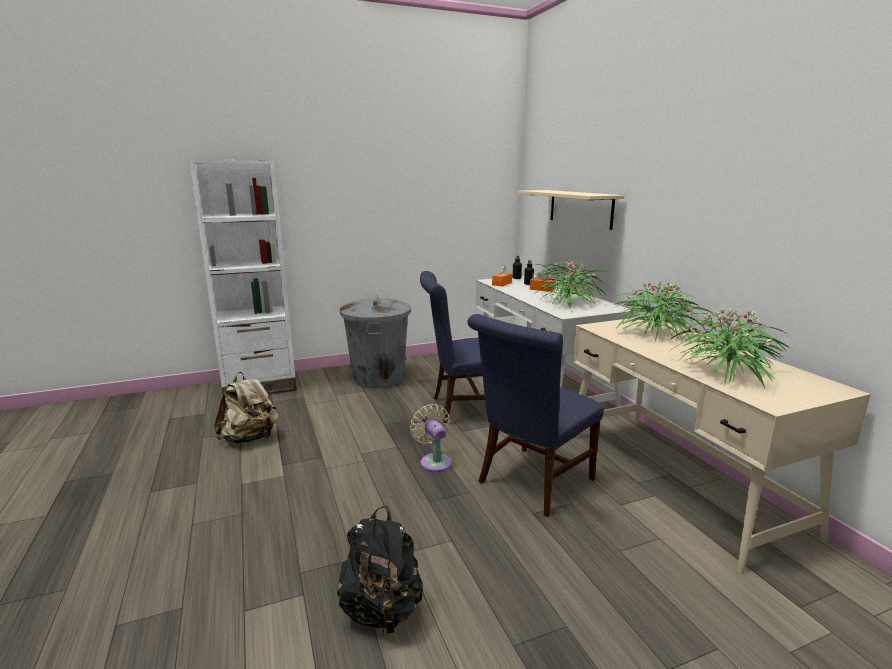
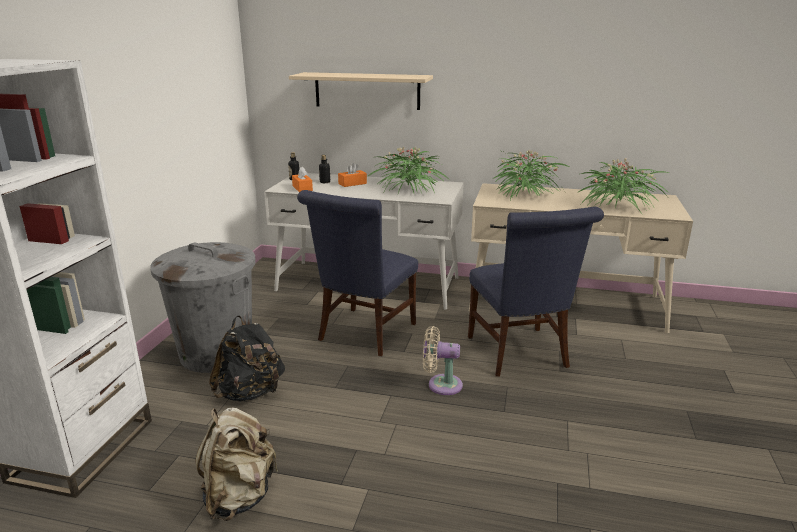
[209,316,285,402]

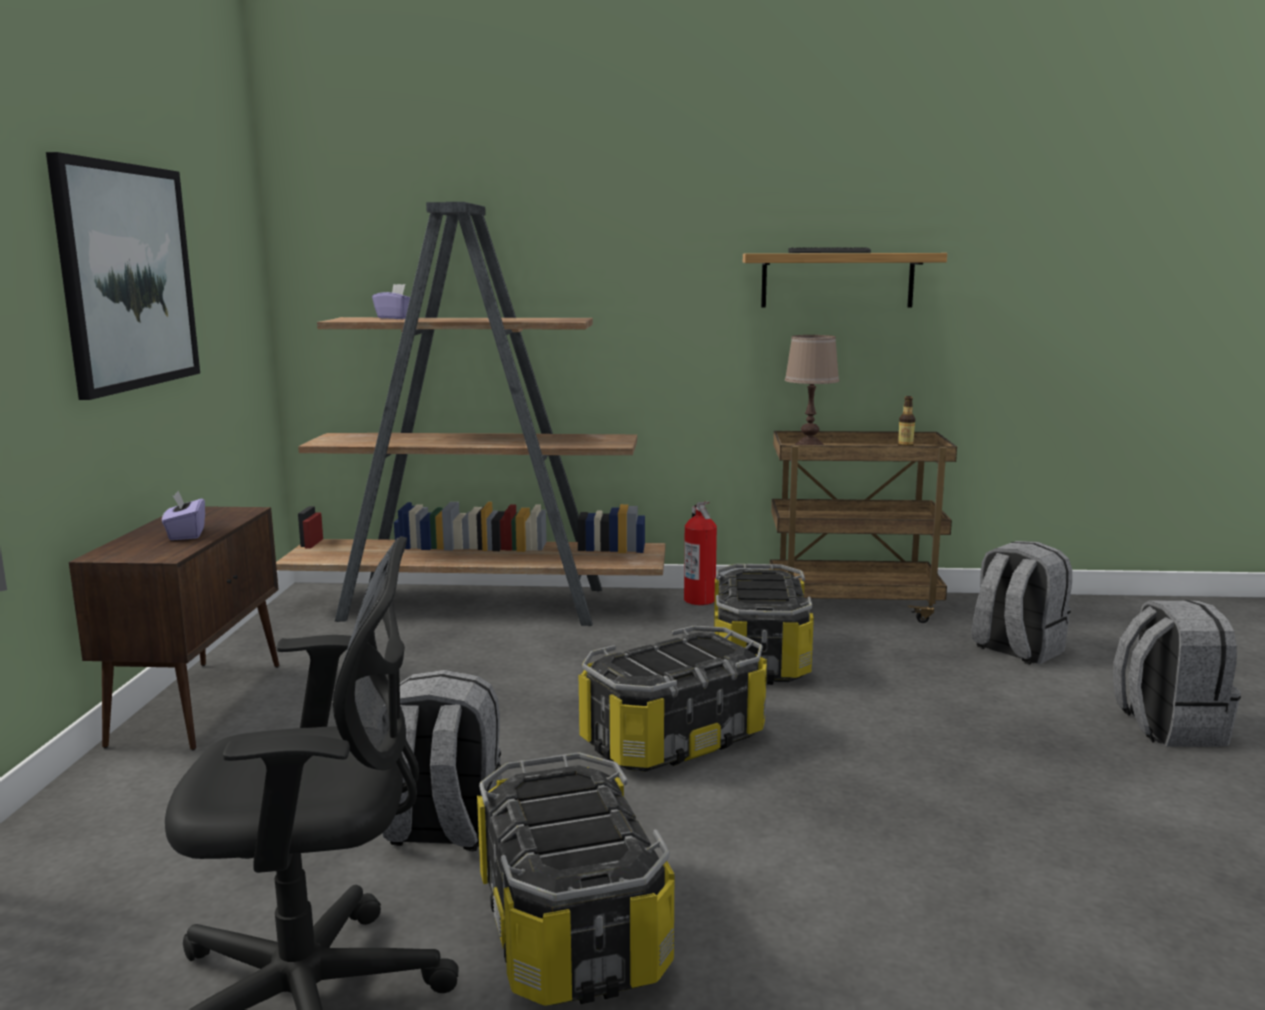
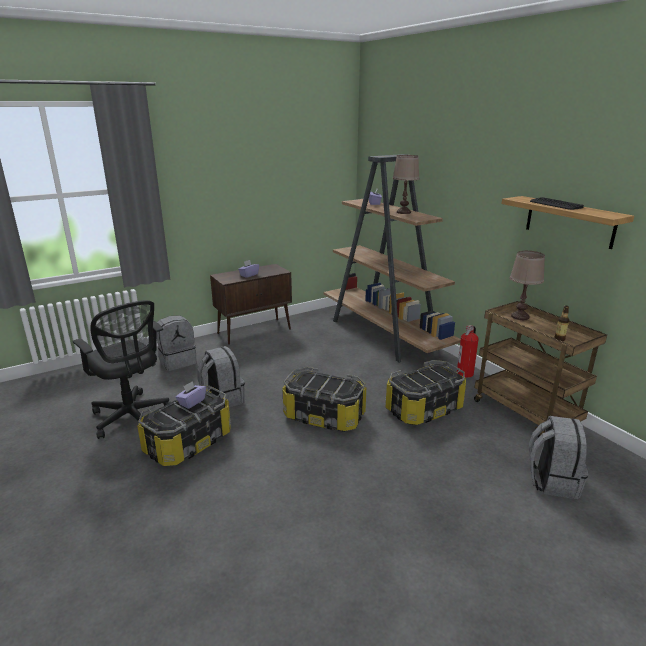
[46,152,200,400] (first image)
[156,315,197,371]
[176,381,206,409]
[393,155,420,214]

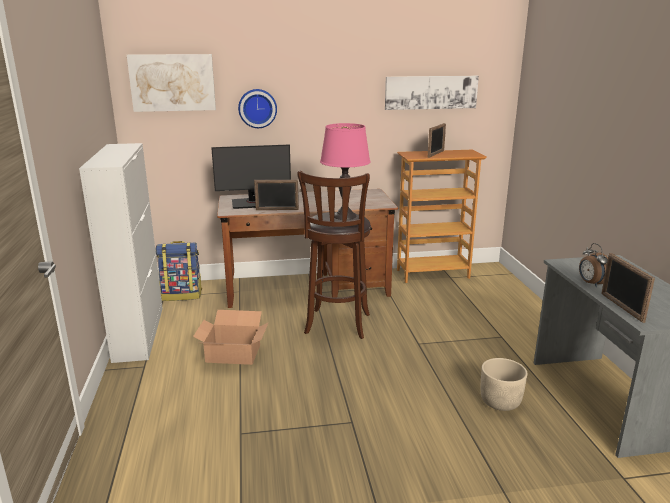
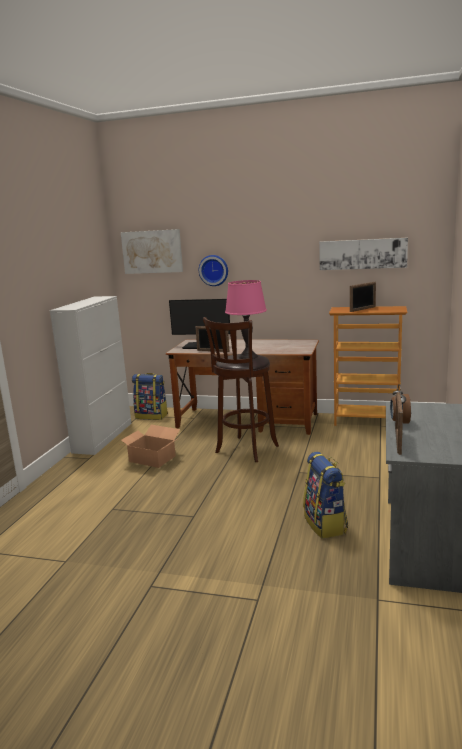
[303,452,348,539]

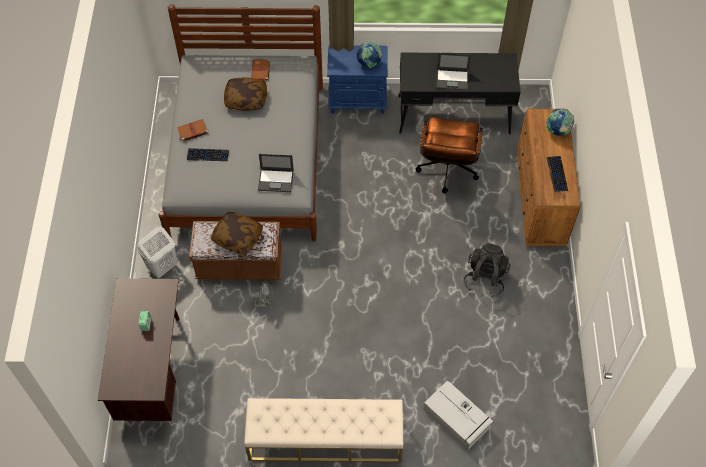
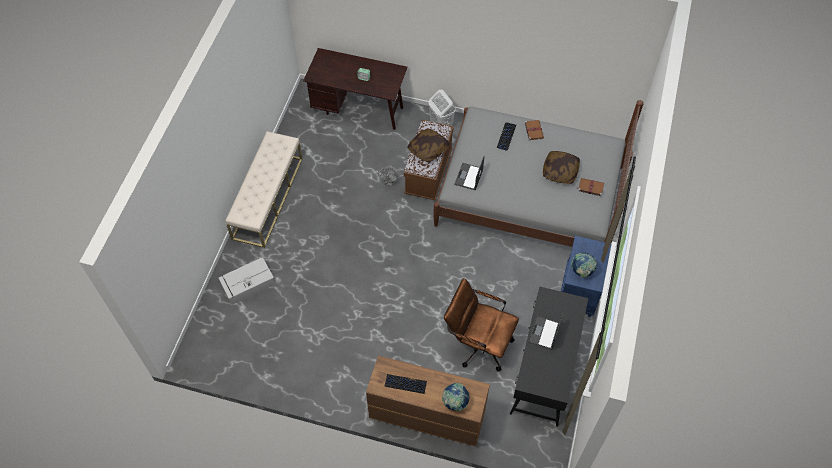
[464,243,510,297] (first image)

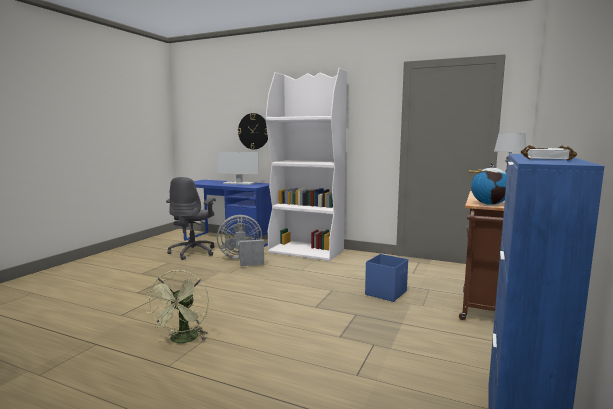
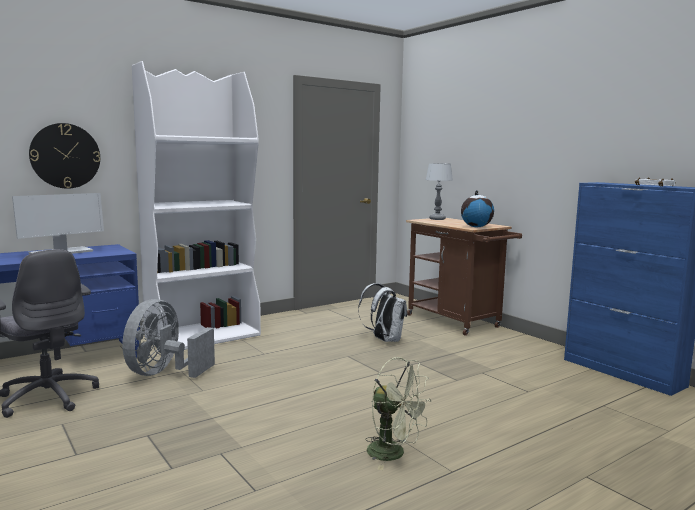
[358,283,407,342]

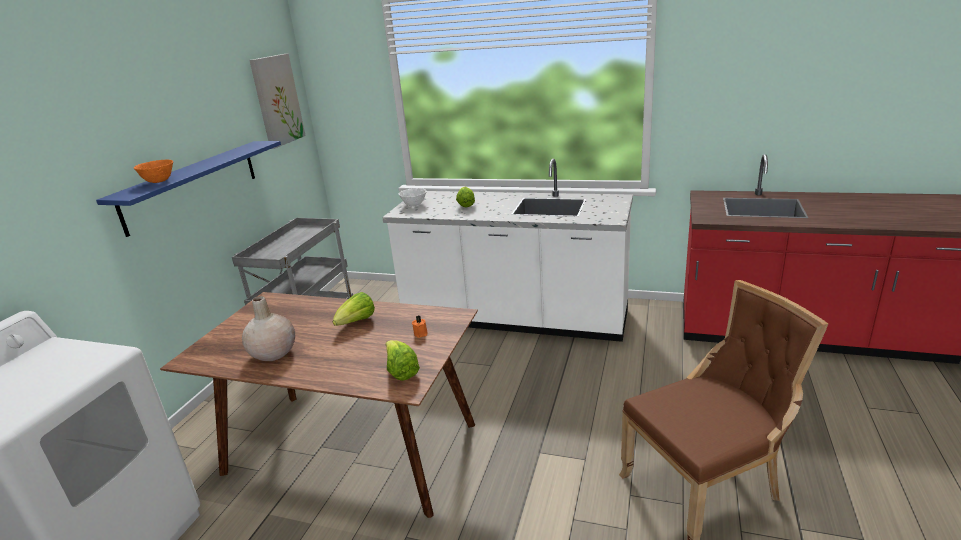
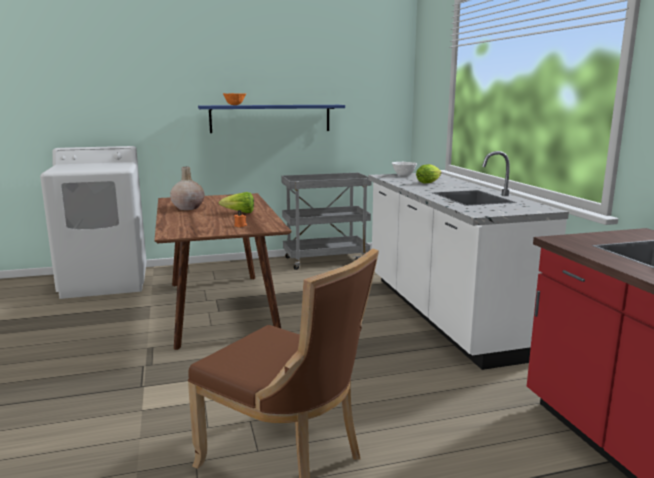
[249,54,306,149] (first image)
[385,340,420,381] (first image)

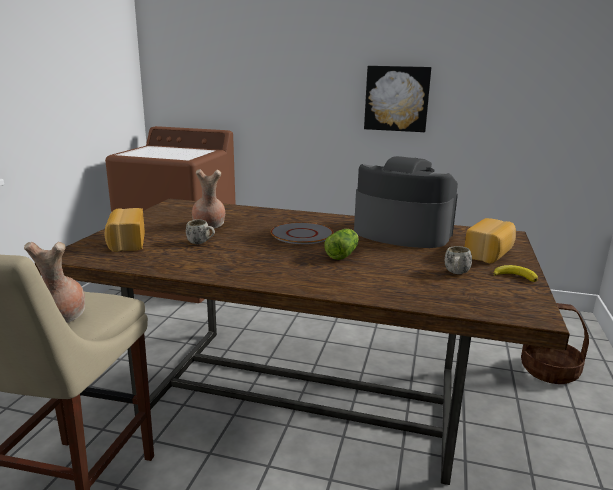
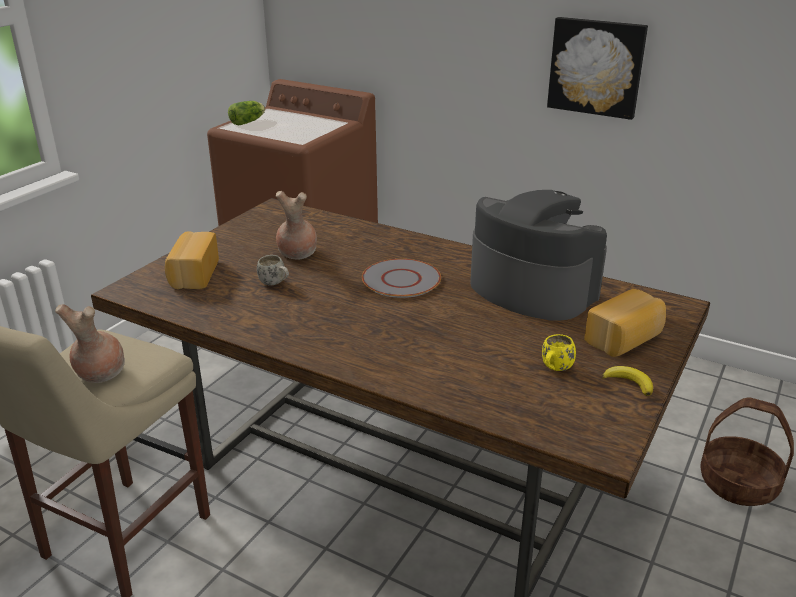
[228,101,265,126]
[542,334,576,371]

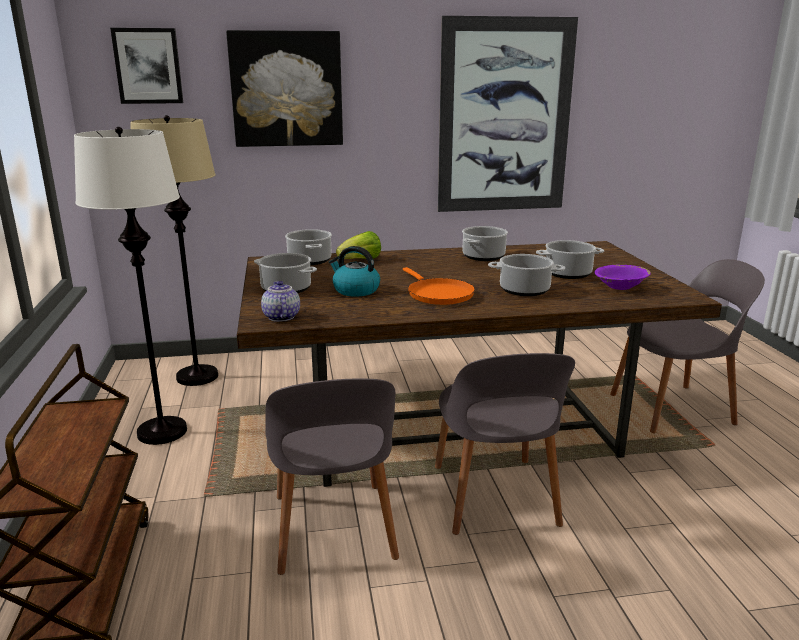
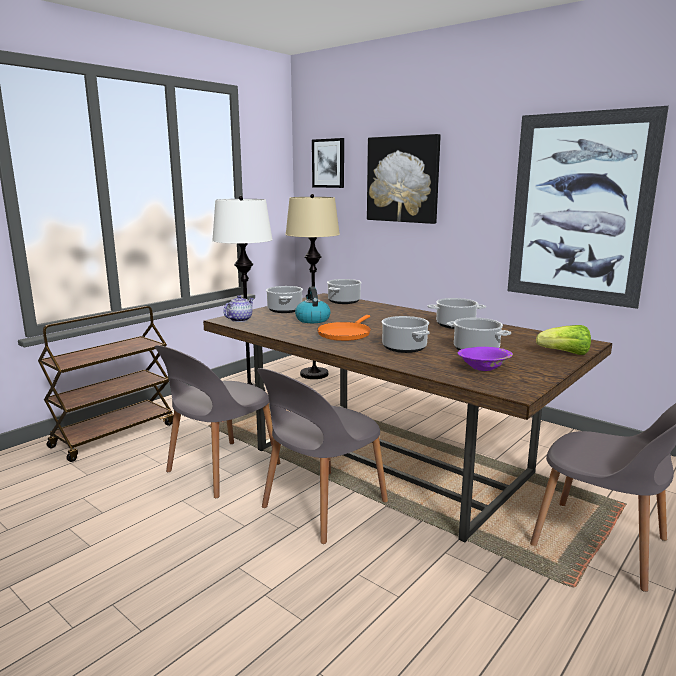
[536,325,591,355]

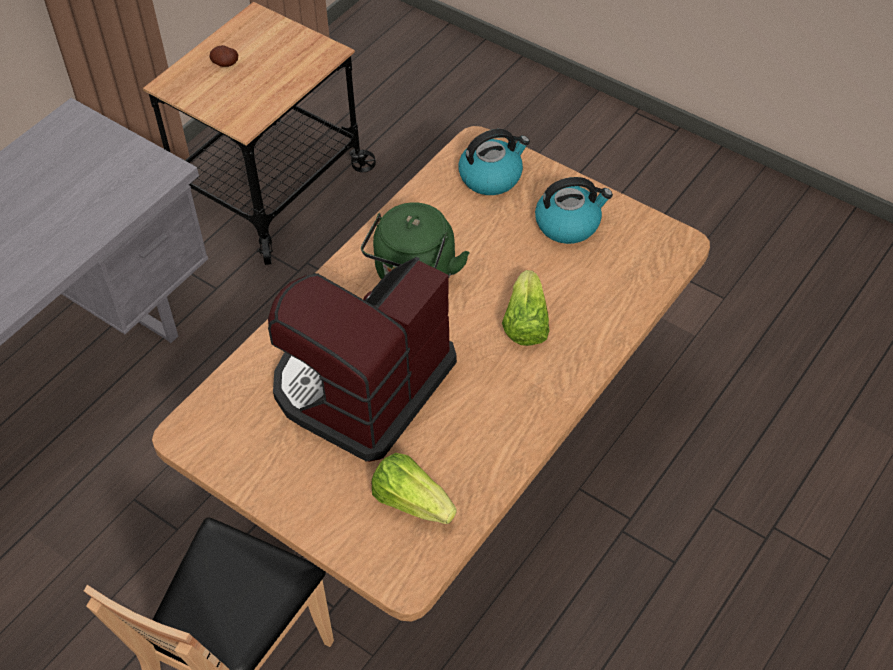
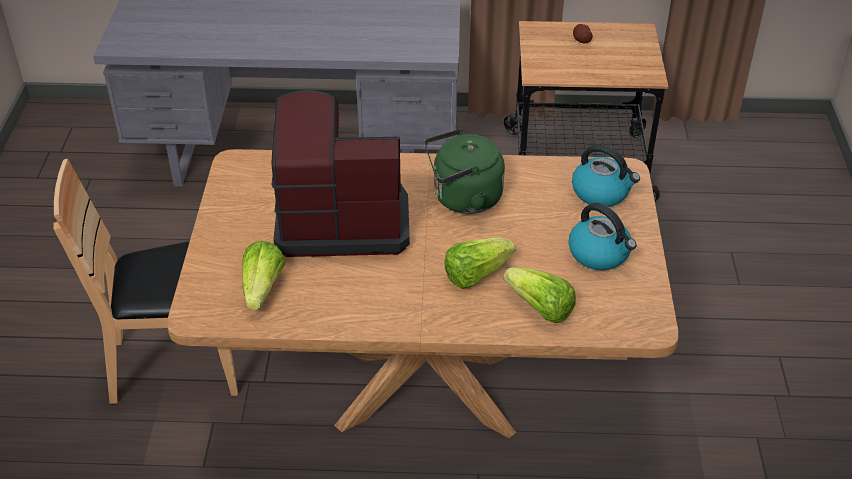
[503,267,576,323]

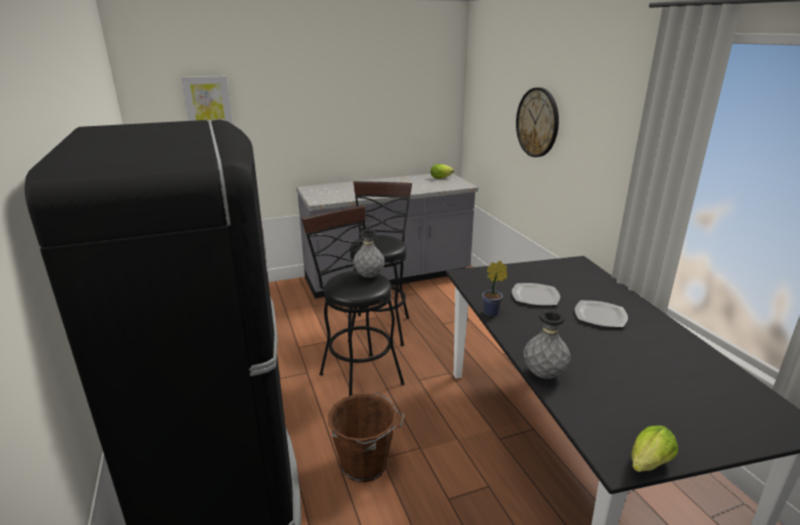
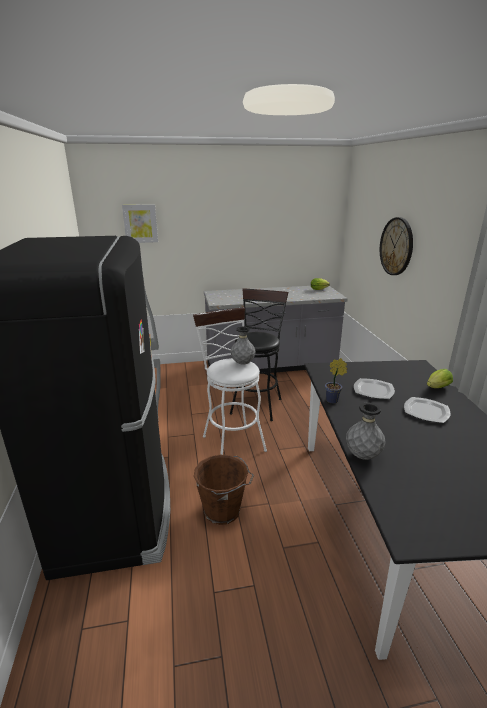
[193,307,267,455]
[427,369,453,388]

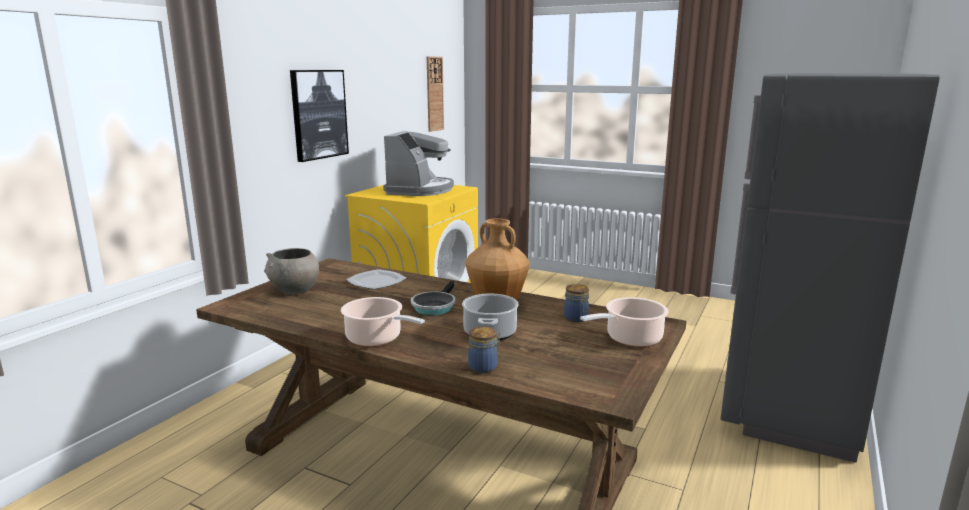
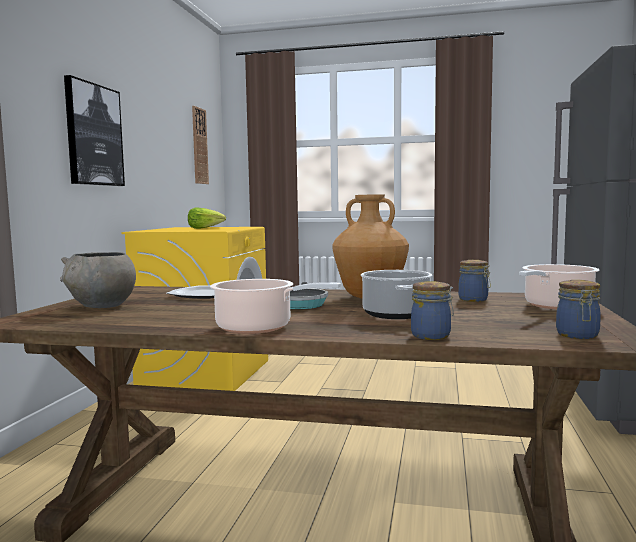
[188,208,226,229]
[556,280,601,339]

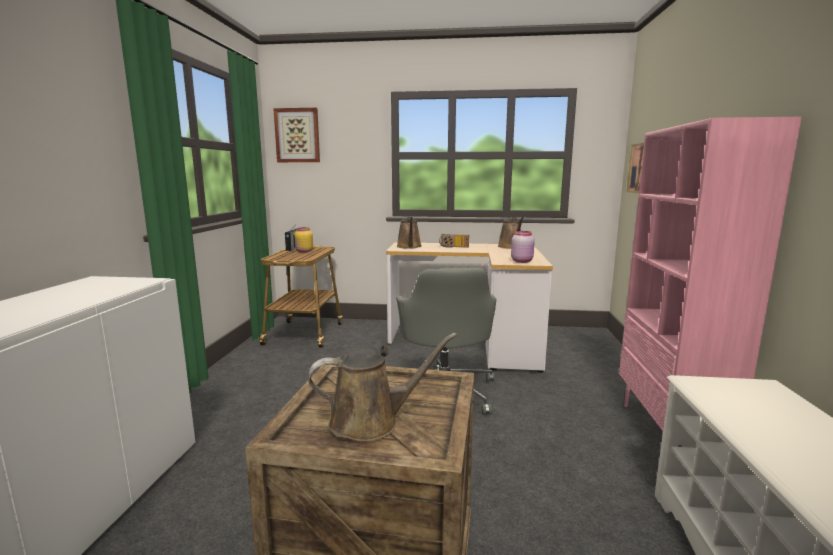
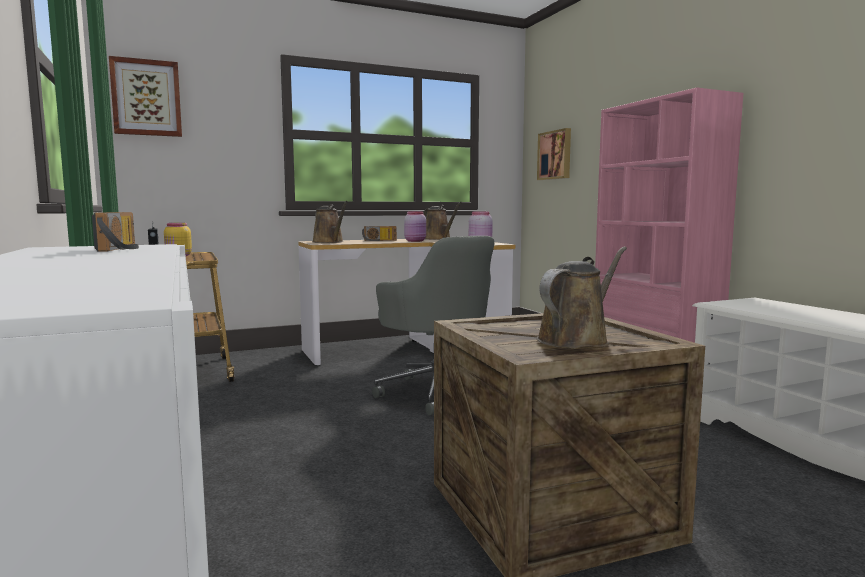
[92,212,139,252]
[404,211,426,242]

